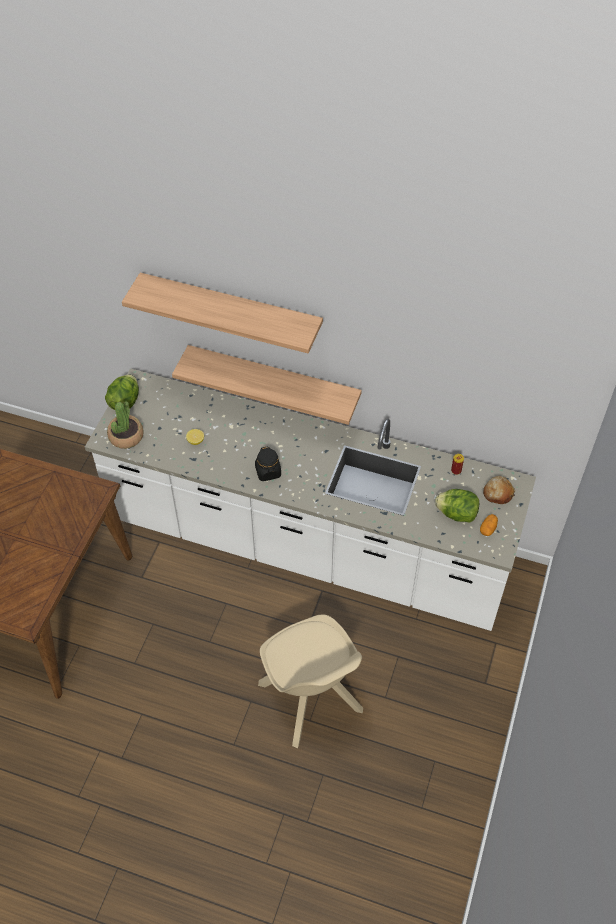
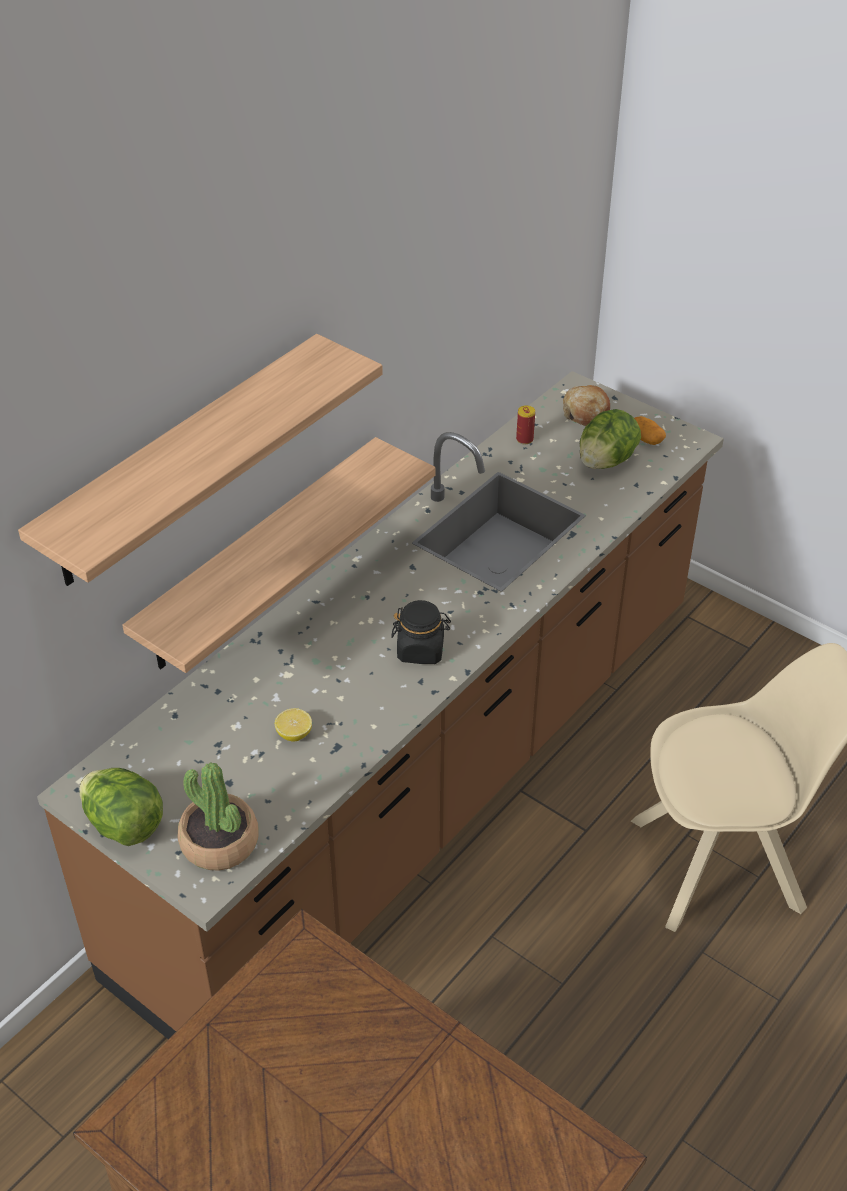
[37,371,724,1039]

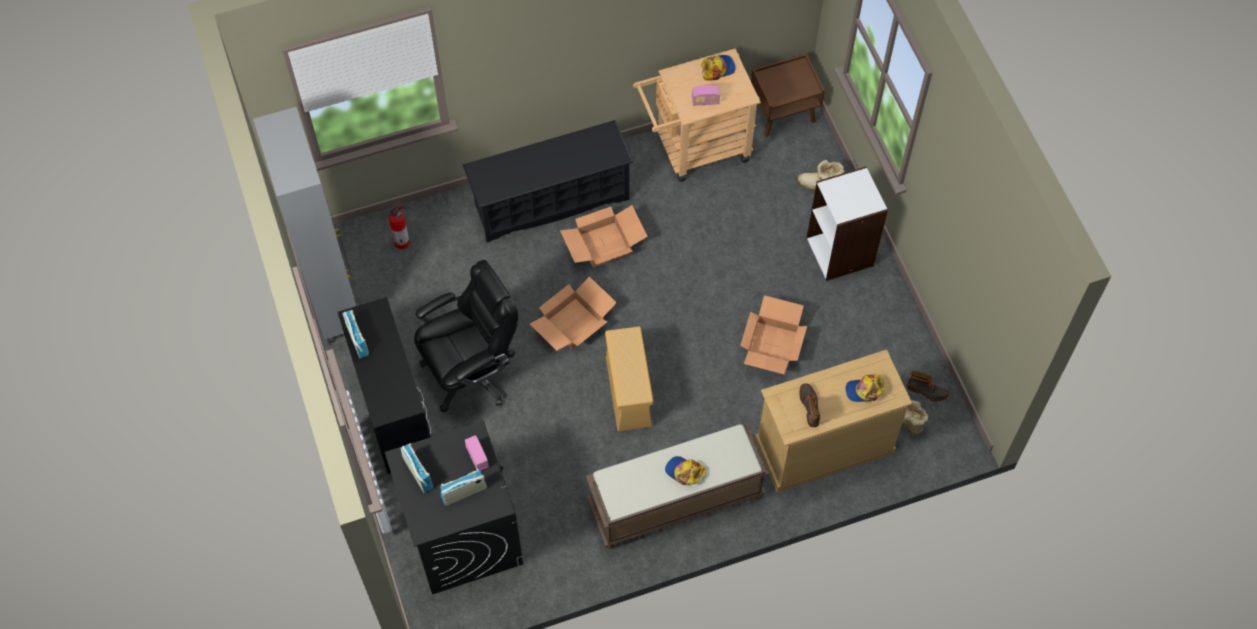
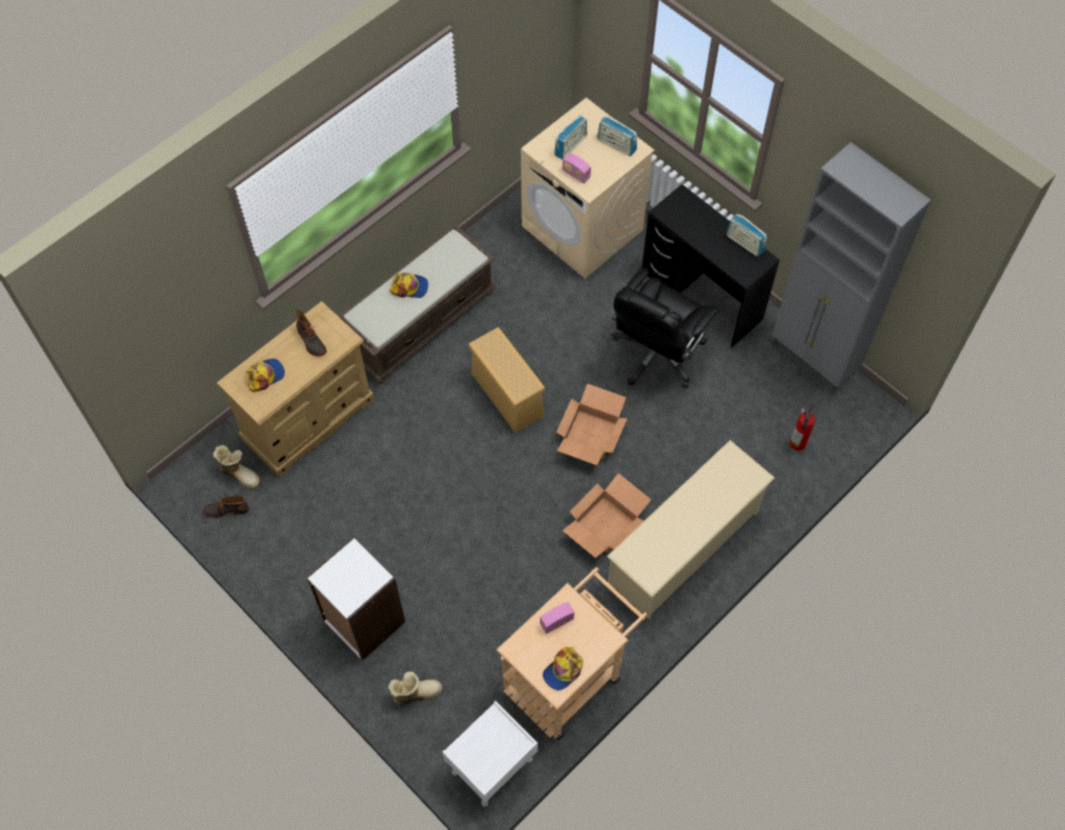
[521,98,655,278]
[607,440,775,620]
[740,295,807,374] (first image)
[442,701,538,807]

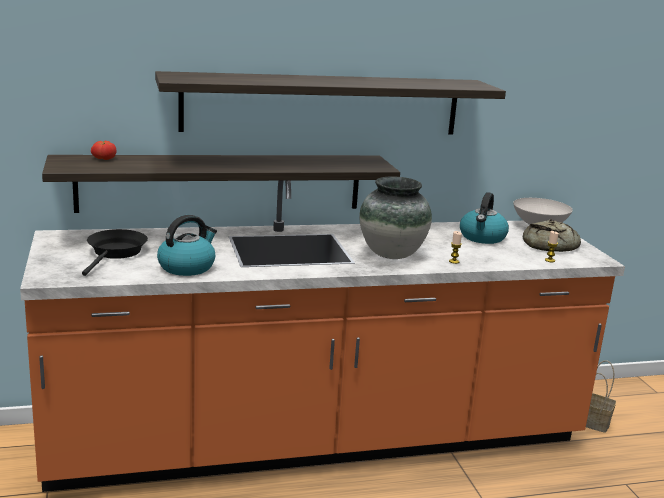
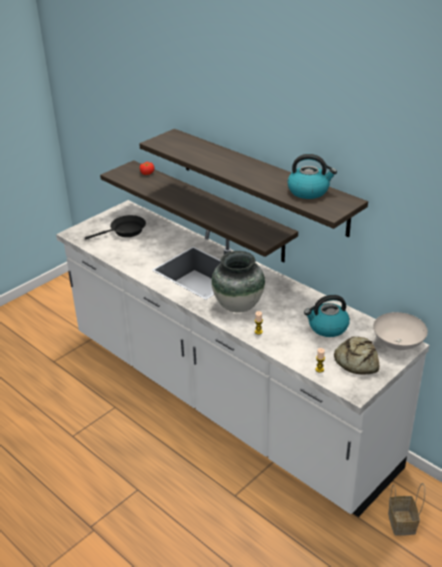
[56,200,429,517]
[288,154,337,199]

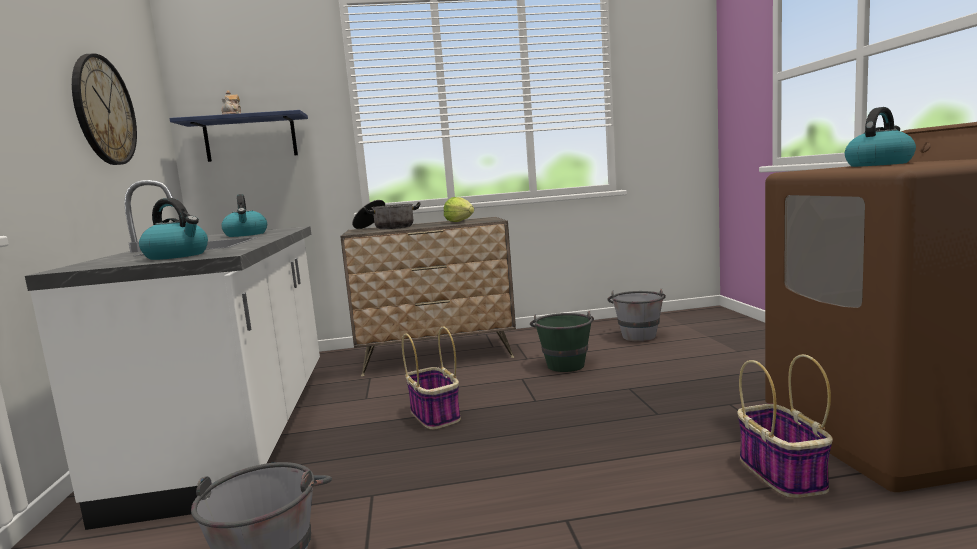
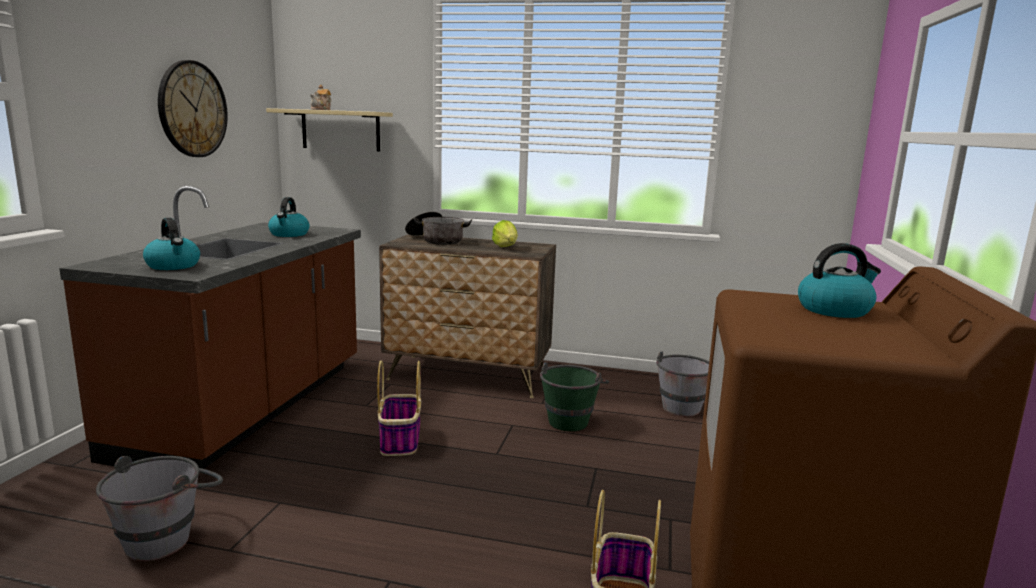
[59,186,361,469]
[266,108,393,151]

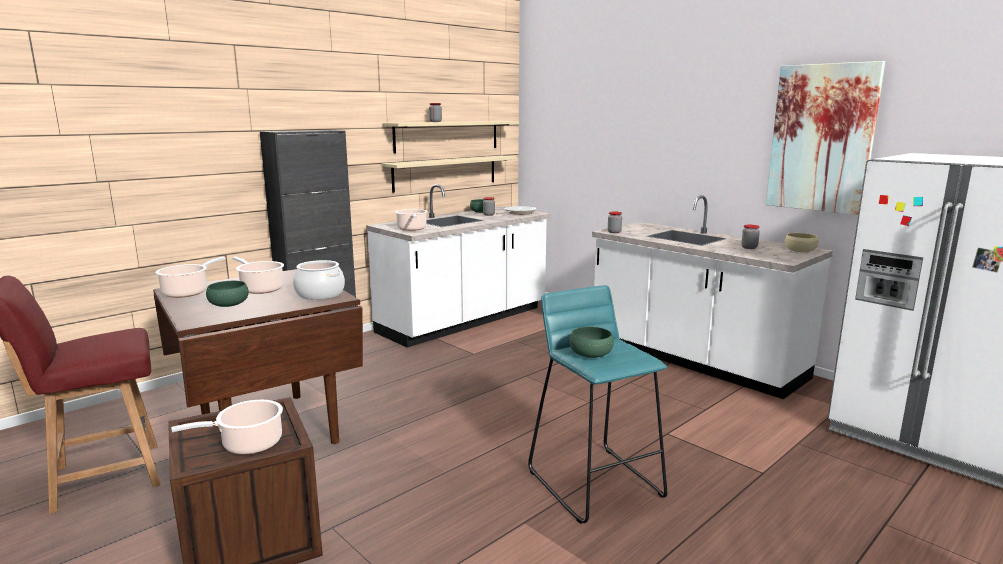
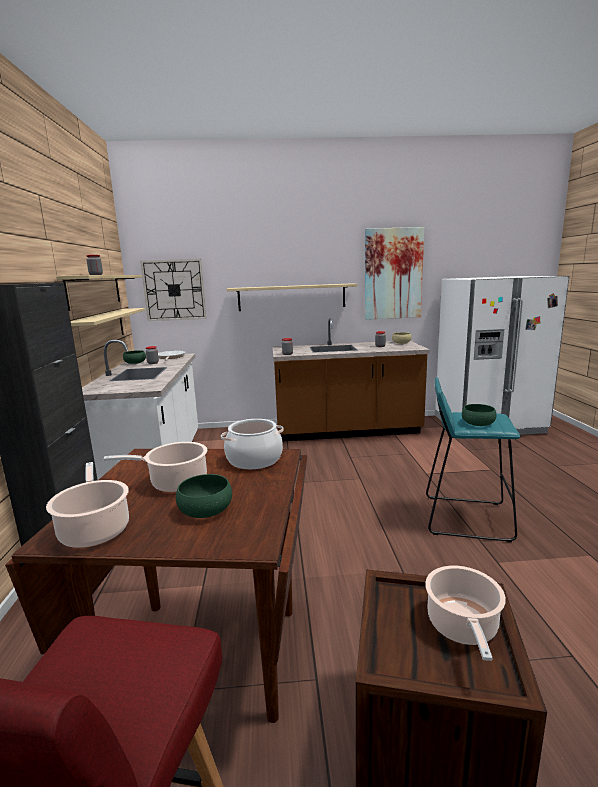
[395,209,428,231] (first image)
[273,318,430,441]
[140,259,207,321]
[227,283,357,311]

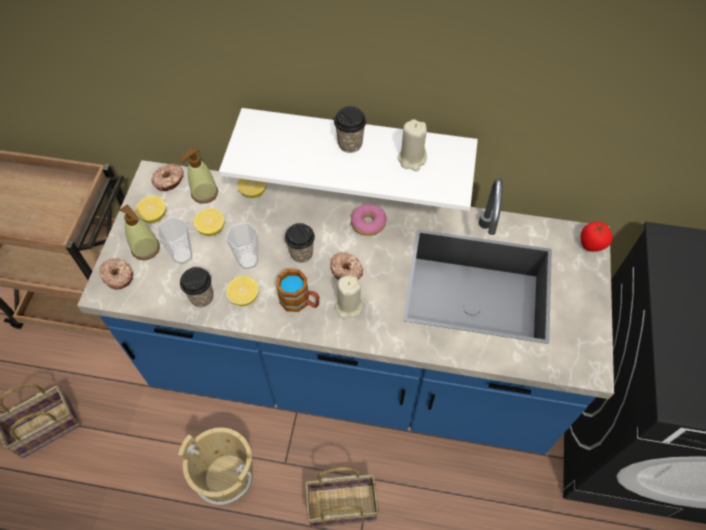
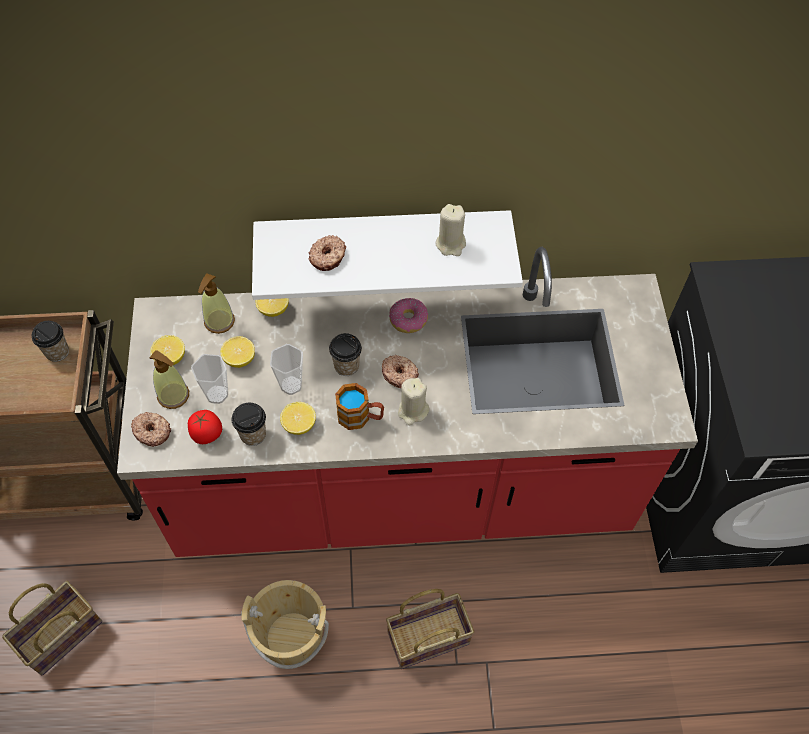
[117,247,698,557]
[309,235,346,271]
[32,321,69,362]
[188,410,222,444]

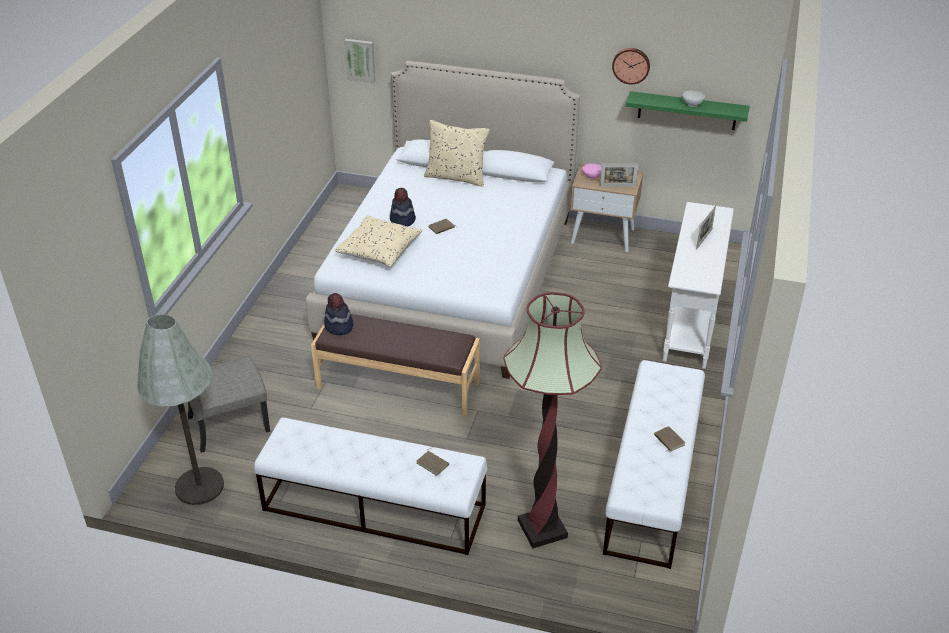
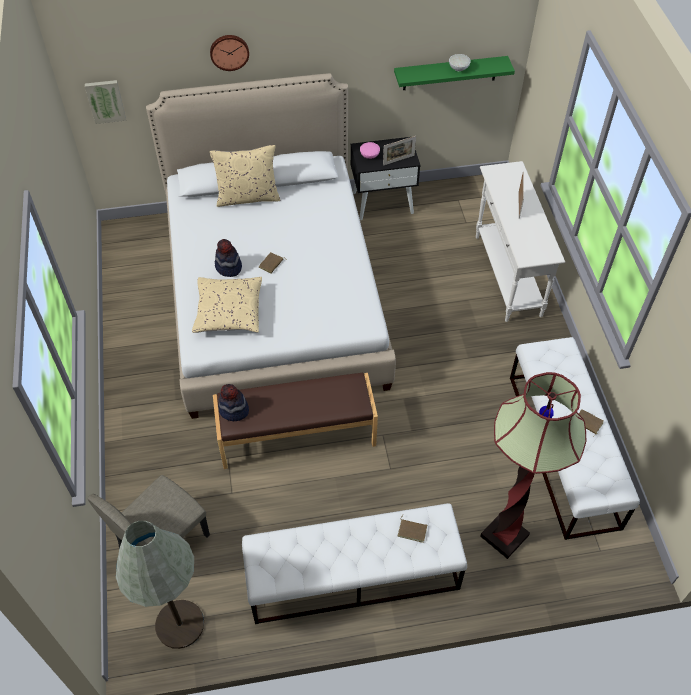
[350,137,420,220]
[210,35,249,71]

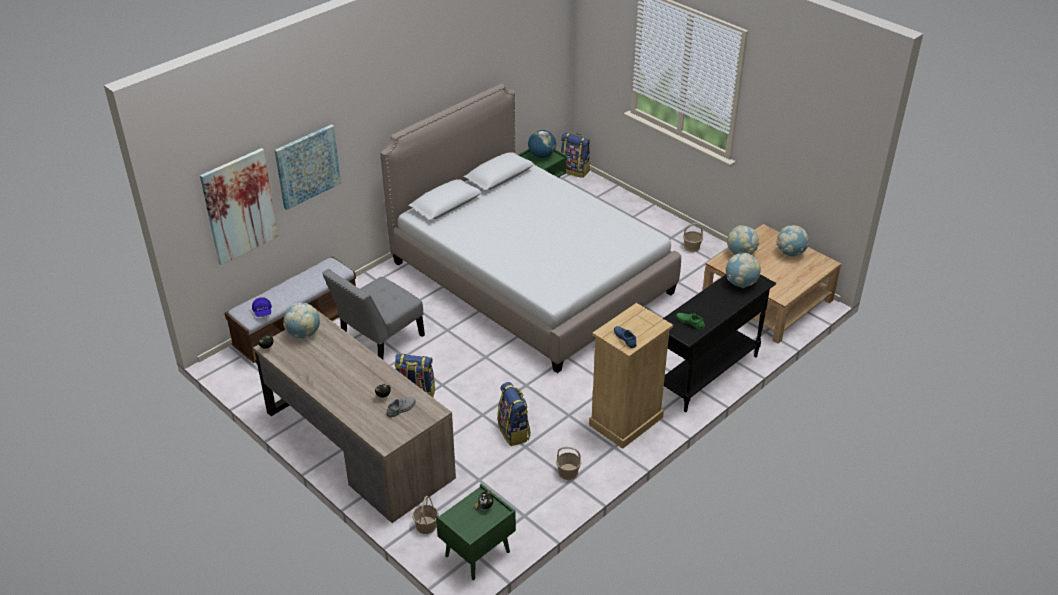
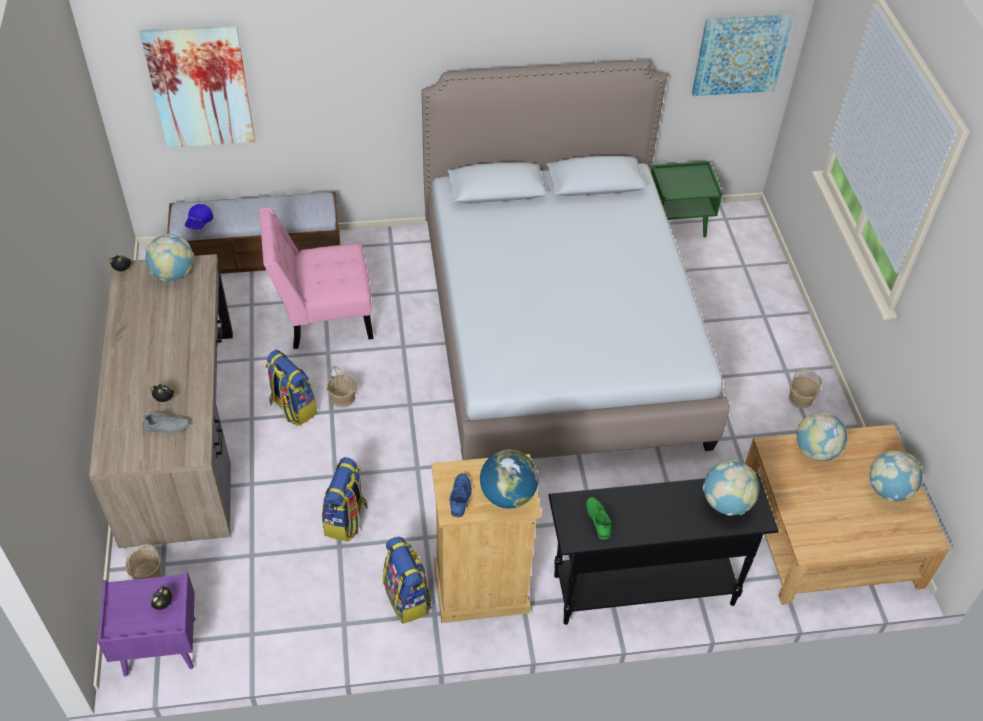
[692,14,794,96]
[259,207,374,349]
[97,571,195,677]
[480,450,538,509]
[327,366,357,408]
[383,536,431,624]

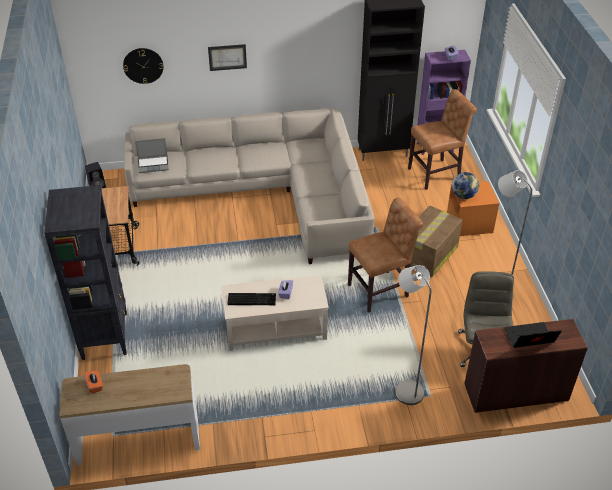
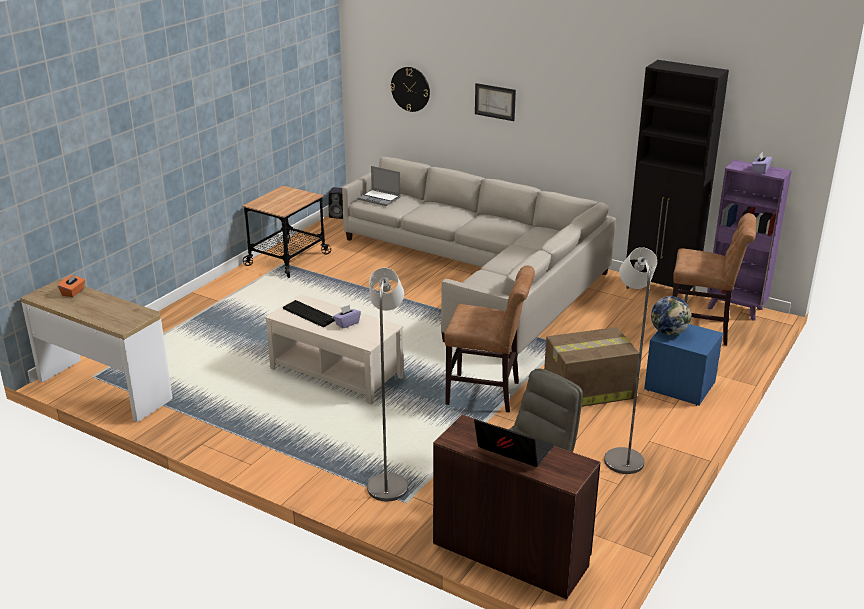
[44,185,127,360] (first image)
[644,324,723,406]

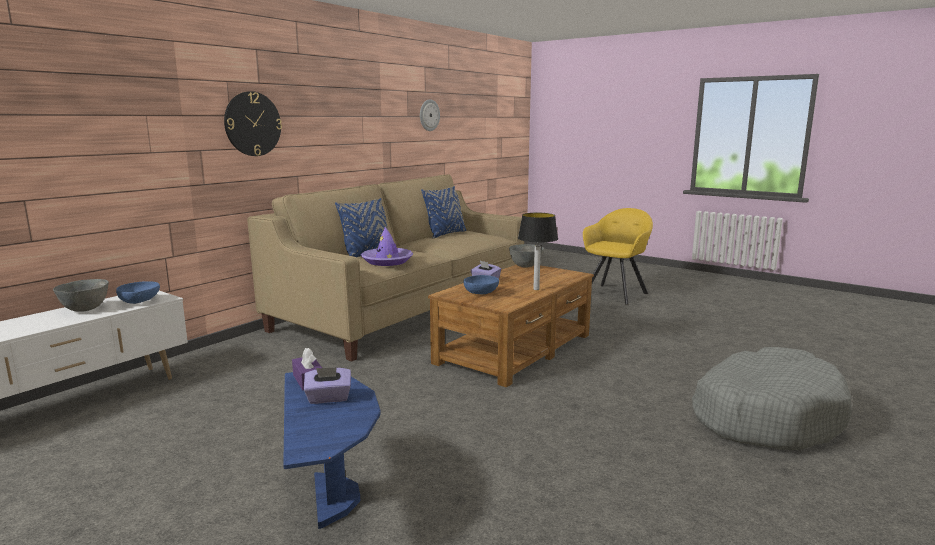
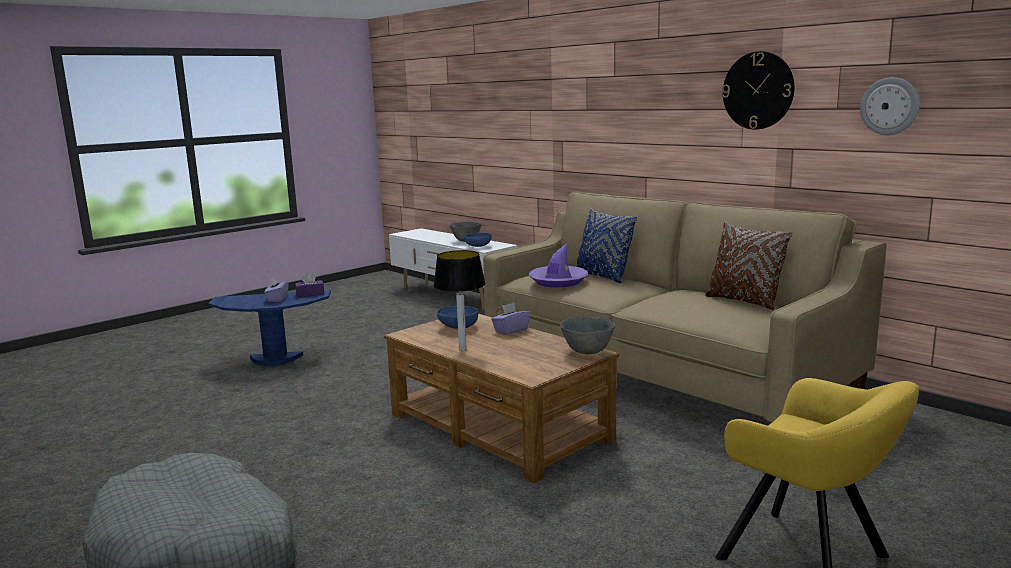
[722,51,794,130]
[705,222,793,310]

